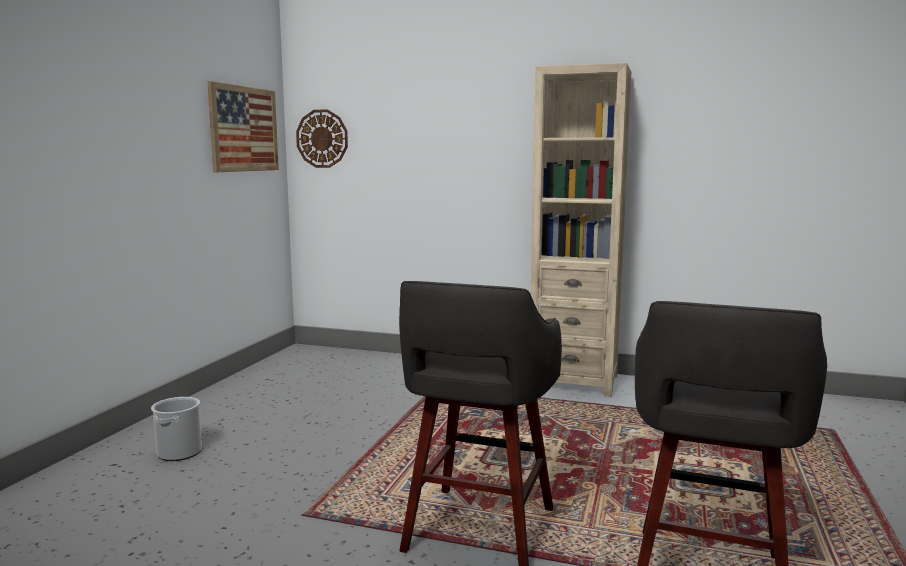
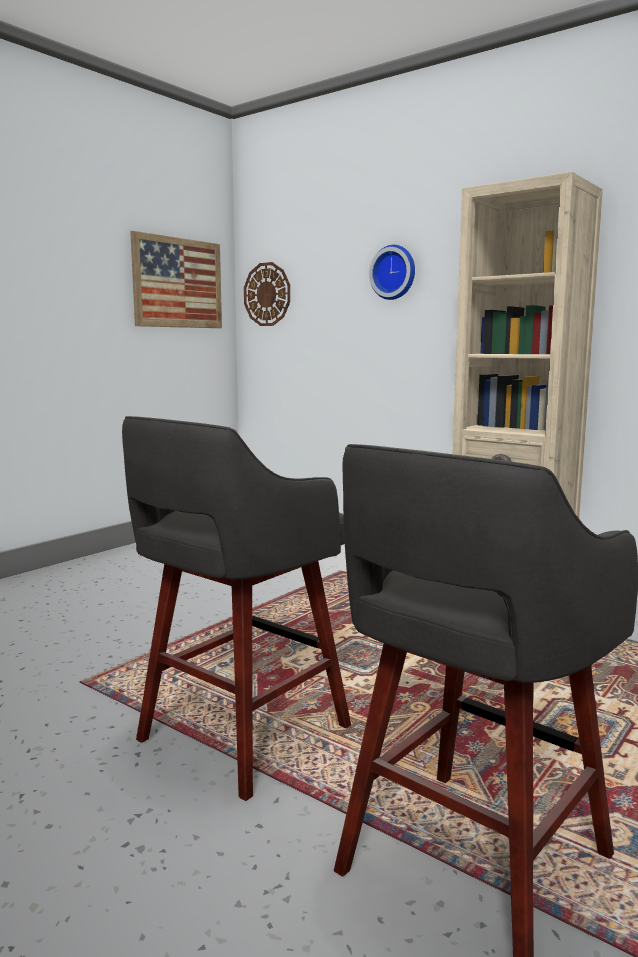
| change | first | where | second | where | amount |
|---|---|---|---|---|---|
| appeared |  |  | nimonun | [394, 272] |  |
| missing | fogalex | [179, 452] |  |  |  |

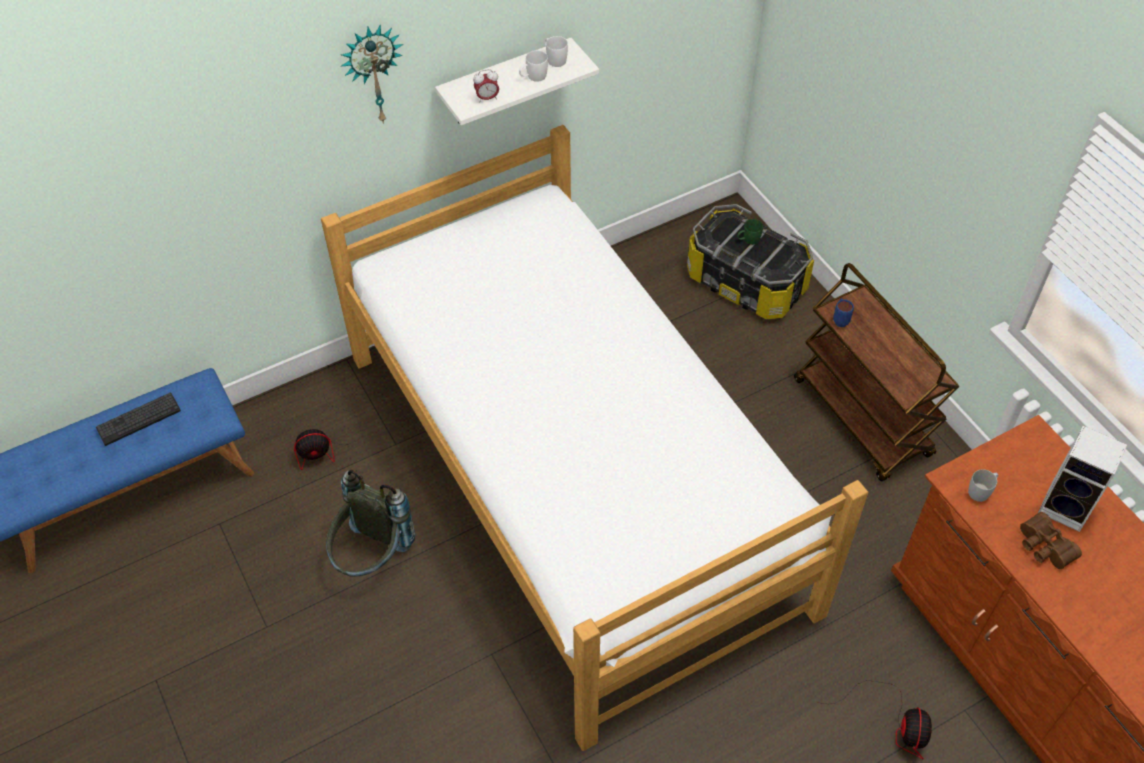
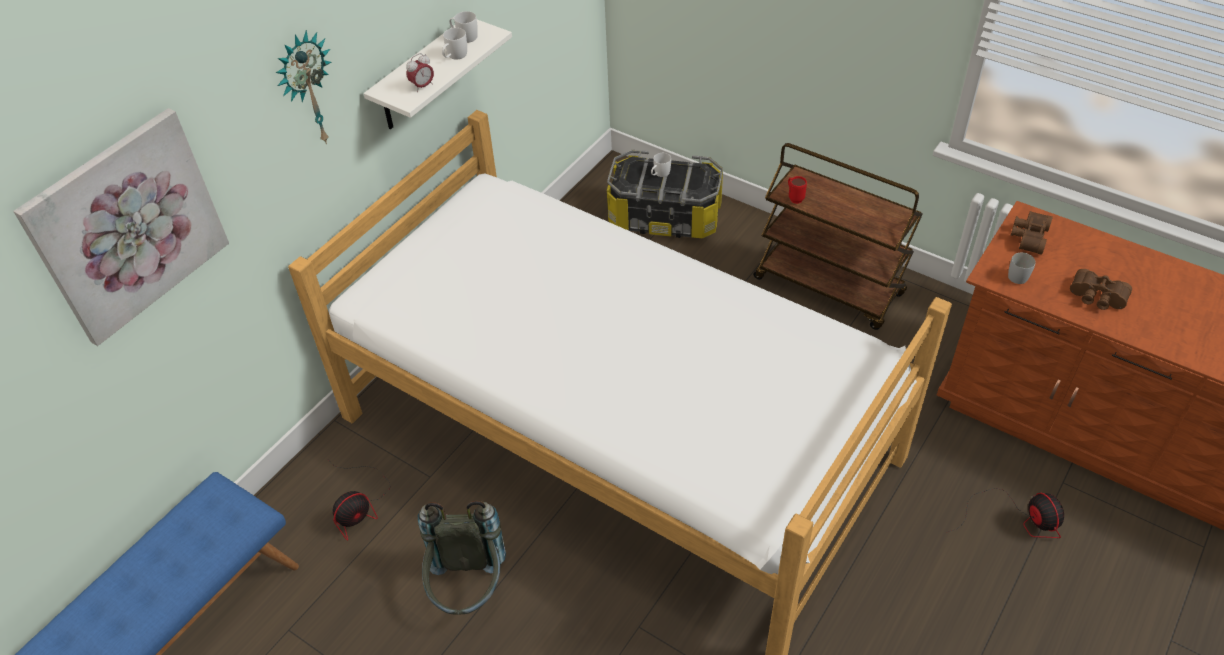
| change | first | where | second | where | amount |
|---|---|---|---|---|---|
| appeared |  |  | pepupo | [127, 226] |  |
| colour | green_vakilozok | [748, 240] | white_vakilozok | [659, 174] |  |
| colour | blue_vakilozok | [840, 319] | red_vakilozok | [794, 198] |  |
| appeared |  |  | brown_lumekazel | [1028, 237] |  |
| missing | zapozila | [138, 419] |  |  |  |
| missing | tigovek | [1067, 508] |  |  |  |

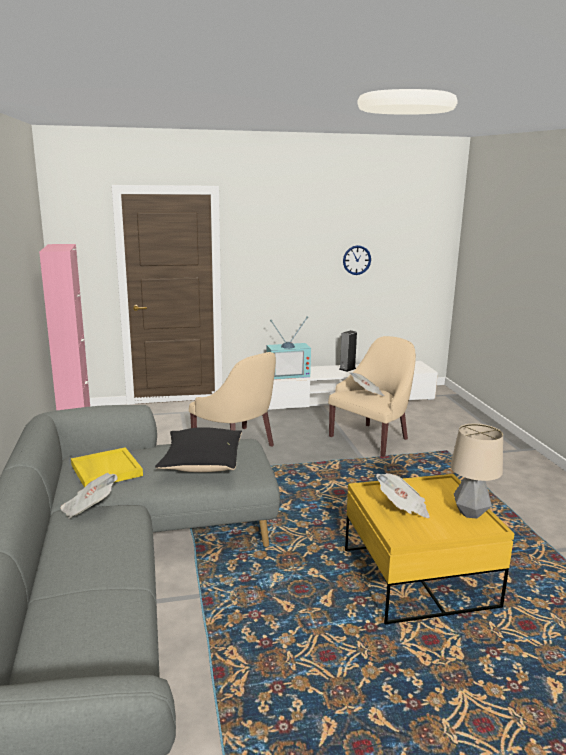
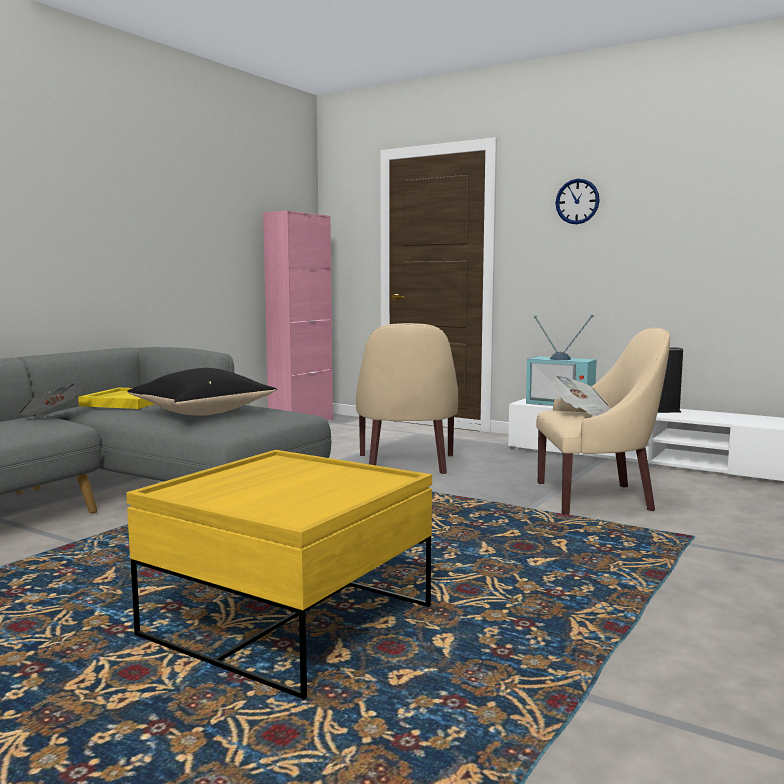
| change | first | where | second | where | amount |
|---|---|---|---|---|---|
| relocated | nimonun | [356, 260] |  | [577, 201] |  |
| missing | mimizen | [402, 508] |  |  |  |
| missing | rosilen | [471, 513] |  |  |  |

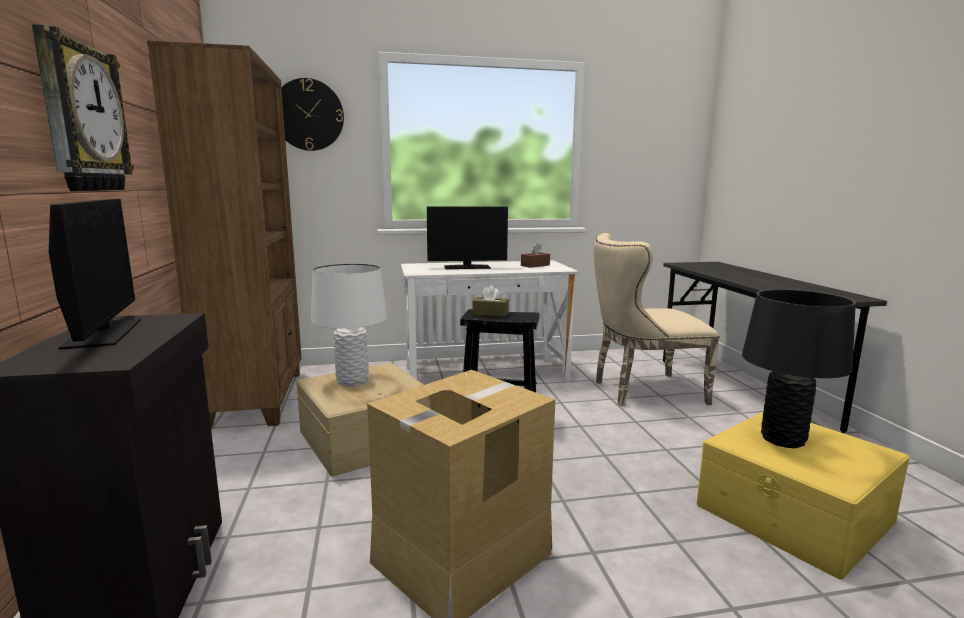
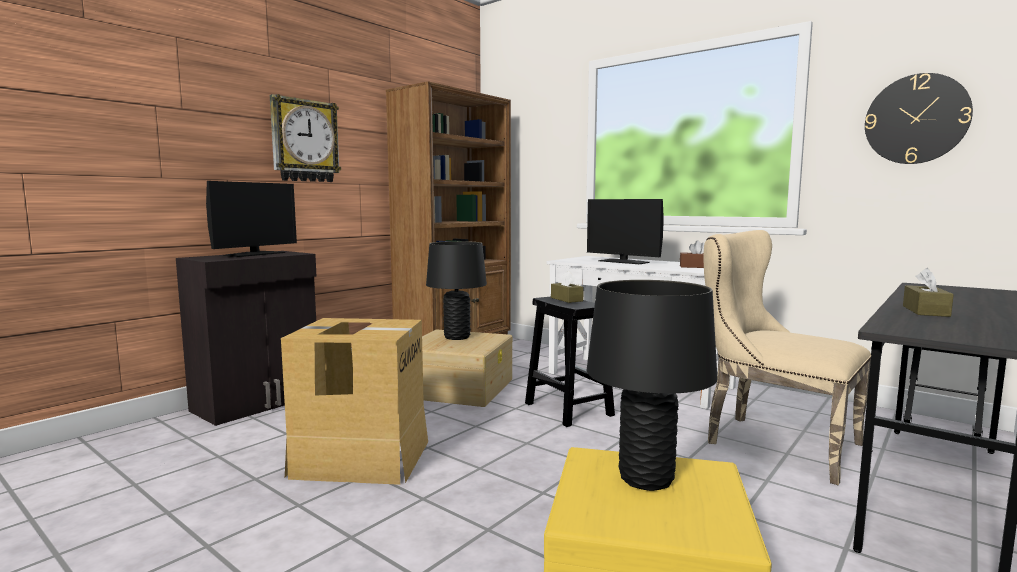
| change | first | where | second | where | amount |
|---|---|---|---|---|---|
| colour | white_rosilen | [353, 381] | black_rosilen | [457, 337] |  |
| relocated | nimonun | [308, 115] |  | [916, 119] |  |
| appeared |  |  | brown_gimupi | [925, 311] |  |

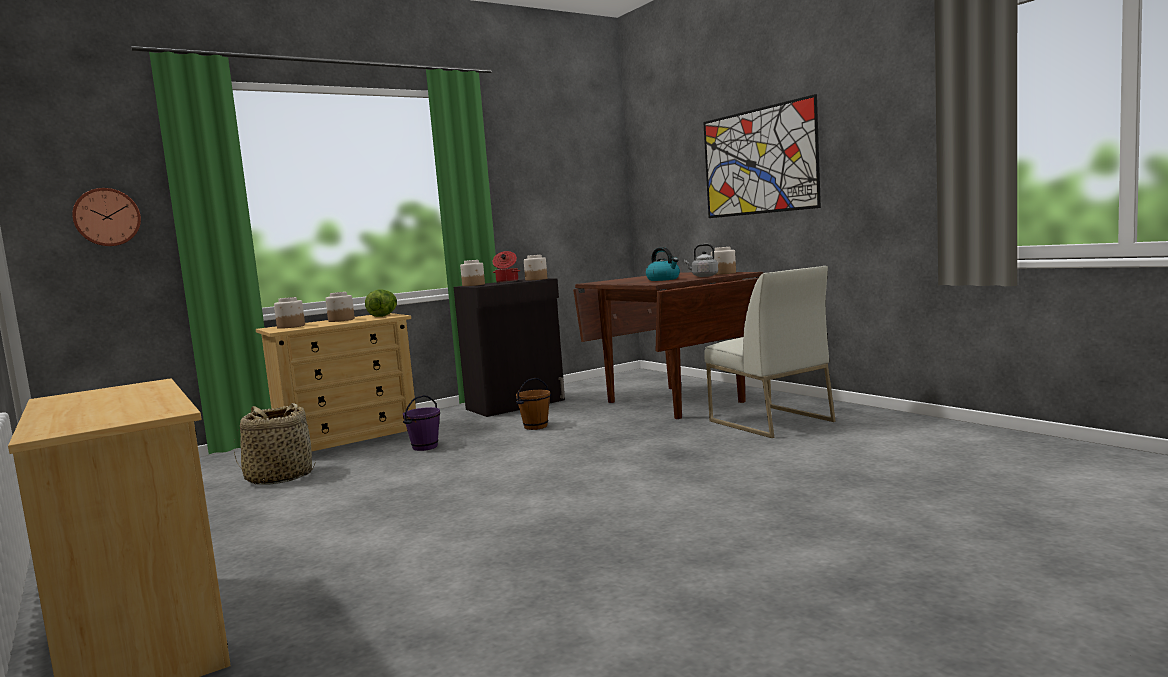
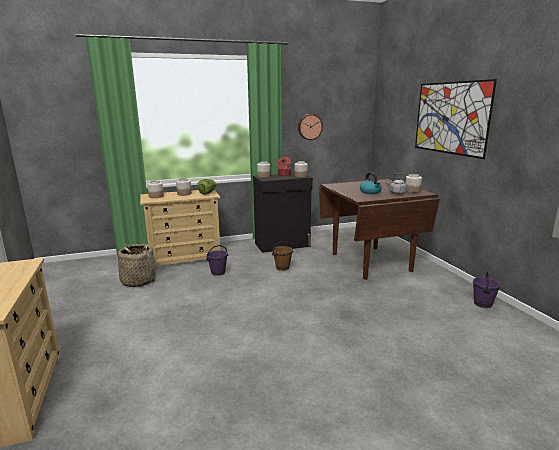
| change | first | where | second | where | amount |
|---|---|---|---|---|---|
| relocated | nimonun | [107, 217] |  | [309, 127] |  |
| appeared |  |  | purple_fogalex | [483, 304] |  |
| missing | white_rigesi | [769, 421] |  |  |  |

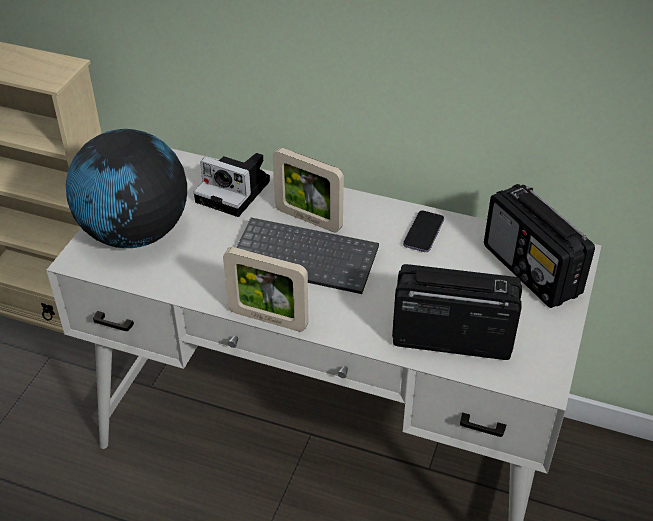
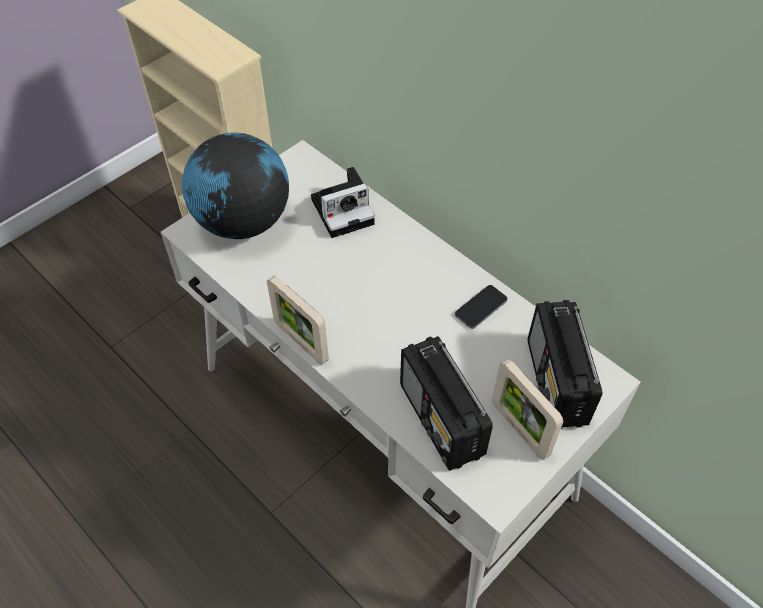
| change | first | where | second | where | amount |
|---|---|---|---|---|---|
| spun | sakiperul | [236, 192] |  | [344, 210] | 75 degrees counterclockwise |
| spun | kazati | [450, 338] |  | [441, 421] | 150 degrees counterclockwise |
| relocated | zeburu | [308, 219] |  | [519, 429] |  |
| missing | zapozila | [307, 257] |  |  |  |

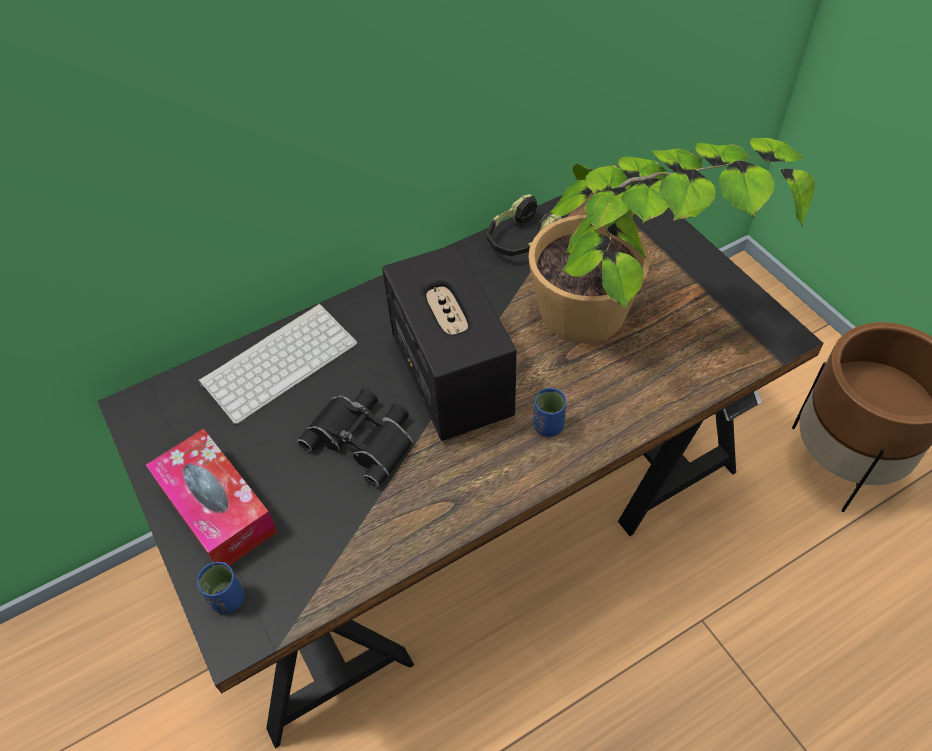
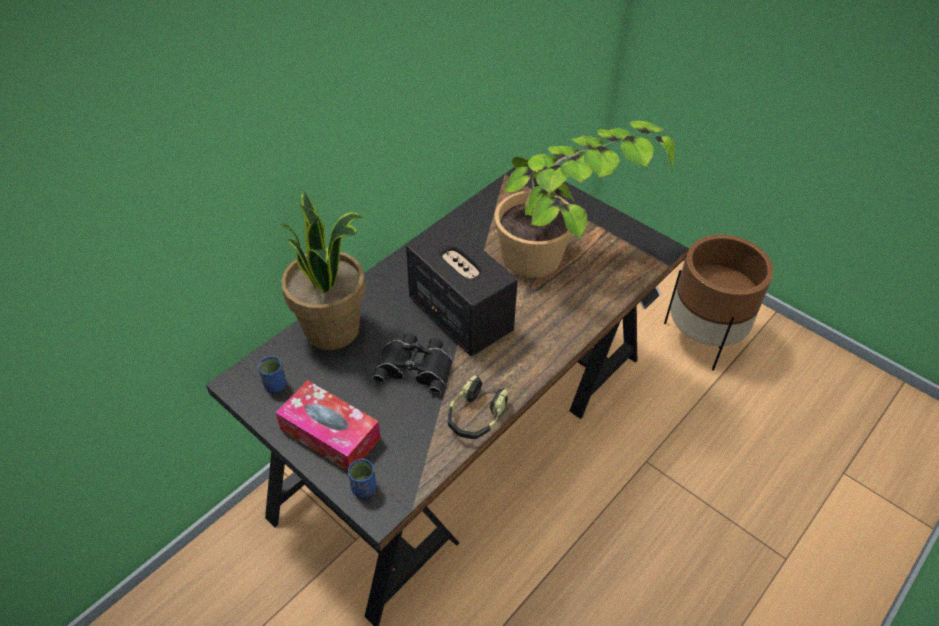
| change | first | where | second | where | amount |
|---|---|---|---|---|---|
| relocated | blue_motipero | [548, 426] |  | [275, 385] |  |
| exchanged | zapozila | [280, 360] | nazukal | [333, 329] |  |
| relocated | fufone | [521, 240] |  | [476, 417] |  |

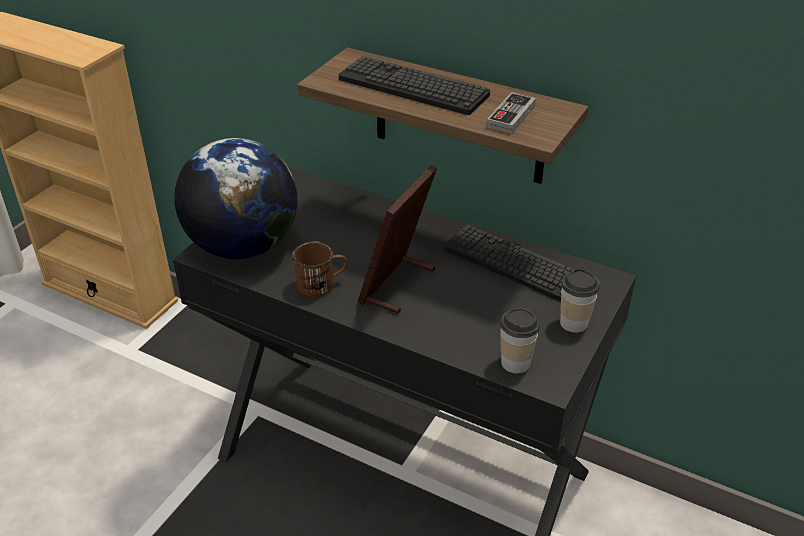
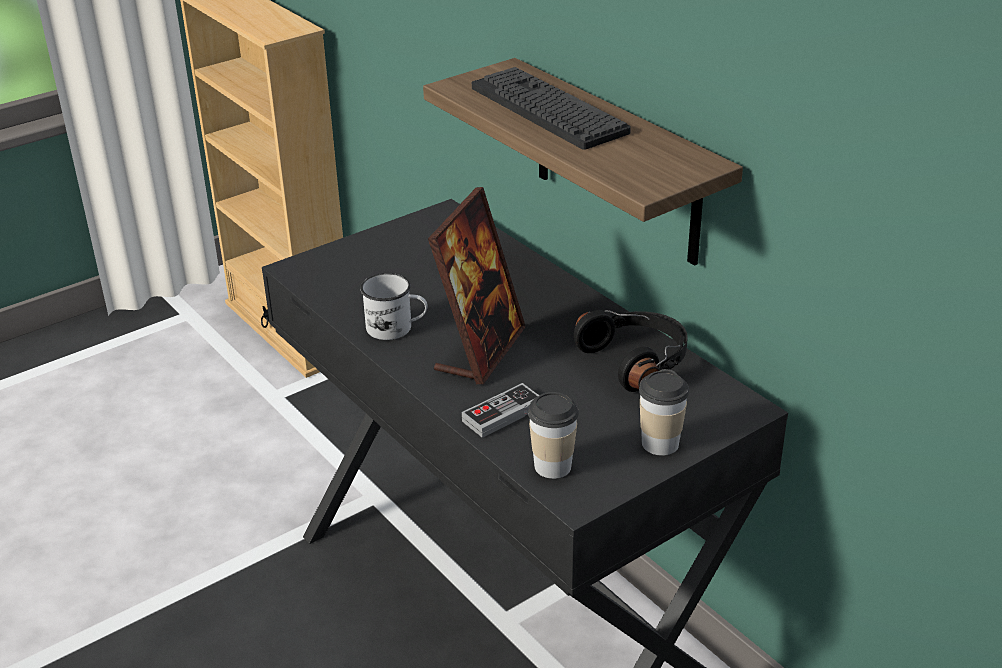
| change | first | where | second | where | amount |
|---|---|---|---|---|---|
| colour | brown_vakilozok | [321, 284] | white_vakilozok | [396, 328] |  |
| spun | zeburu | [397, 285] |  | [480, 350] | 150 degrees clockwise |
| relocated | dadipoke | [511, 116] |  | [502, 414] |  |
| exchanged | zapozila | [513, 263] | black_fufone | [637, 361] |  |
| missing | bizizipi | [243, 246] |  |  |  |

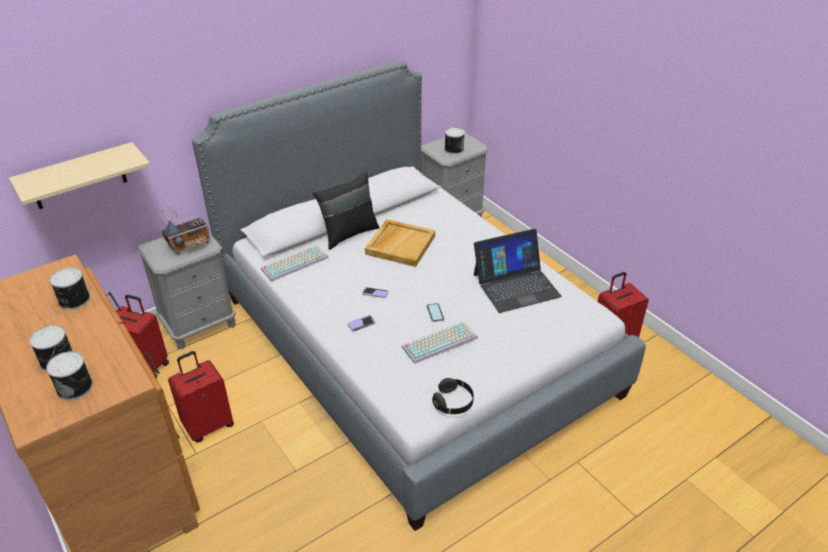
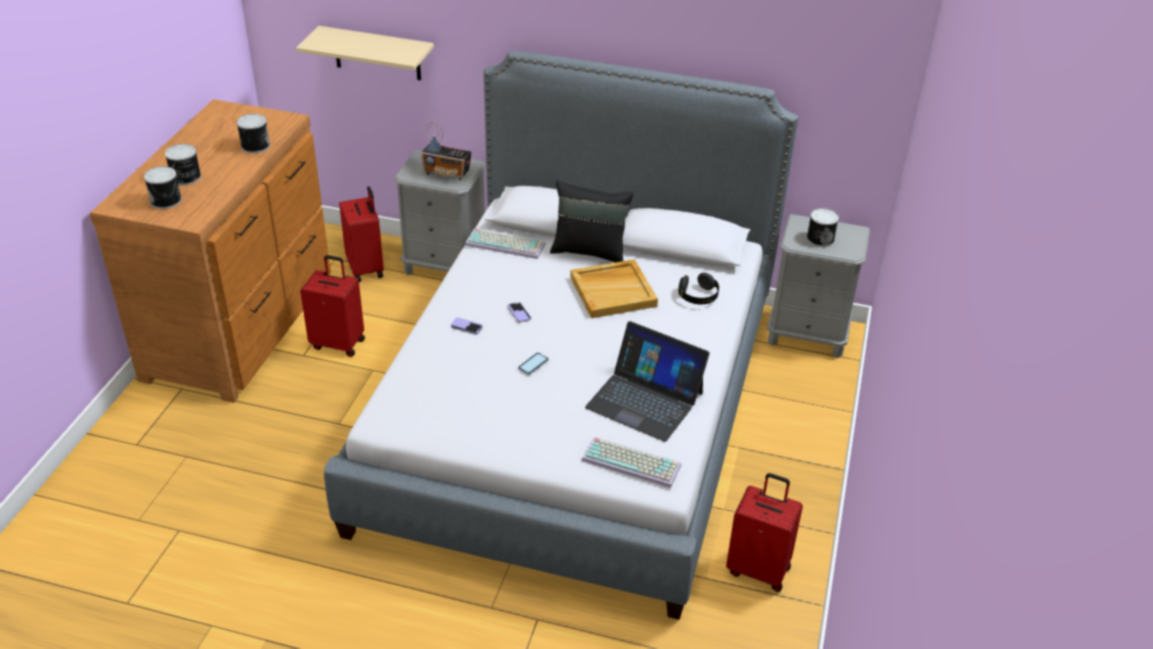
| change | first | where | second | where | amount |
|---|---|---|---|---|---|
| relocated | zapozila | [440, 341] |  | [633, 462] |  |
| relocated | black_fufone | [453, 403] |  | [698, 296] |  |

